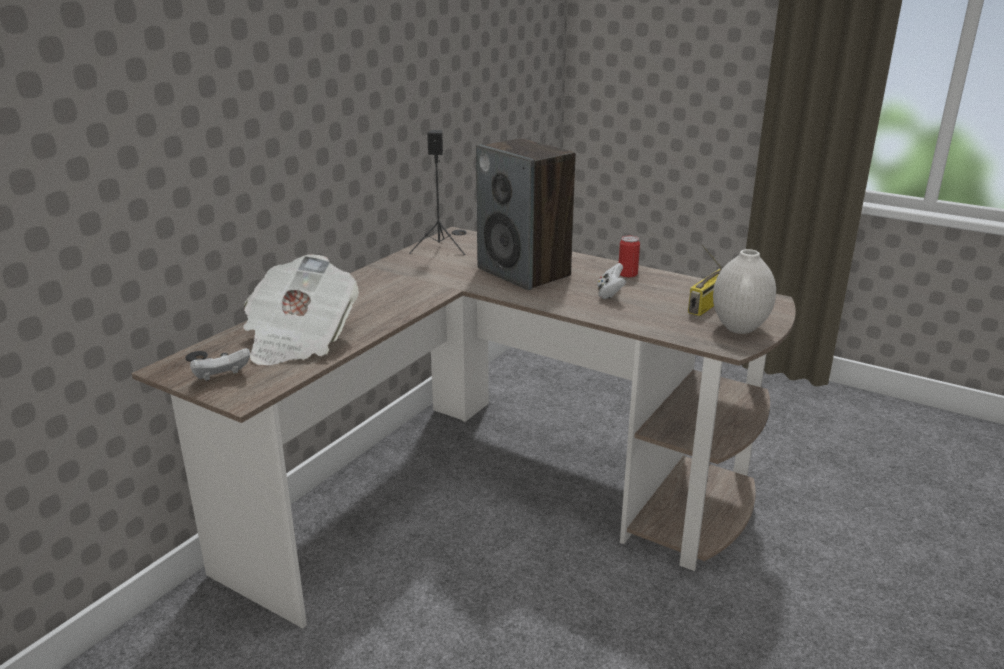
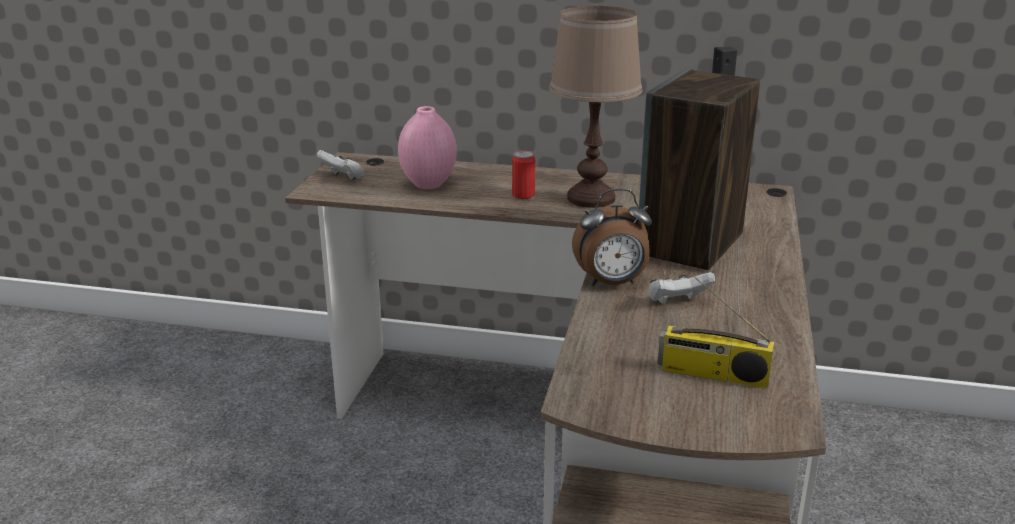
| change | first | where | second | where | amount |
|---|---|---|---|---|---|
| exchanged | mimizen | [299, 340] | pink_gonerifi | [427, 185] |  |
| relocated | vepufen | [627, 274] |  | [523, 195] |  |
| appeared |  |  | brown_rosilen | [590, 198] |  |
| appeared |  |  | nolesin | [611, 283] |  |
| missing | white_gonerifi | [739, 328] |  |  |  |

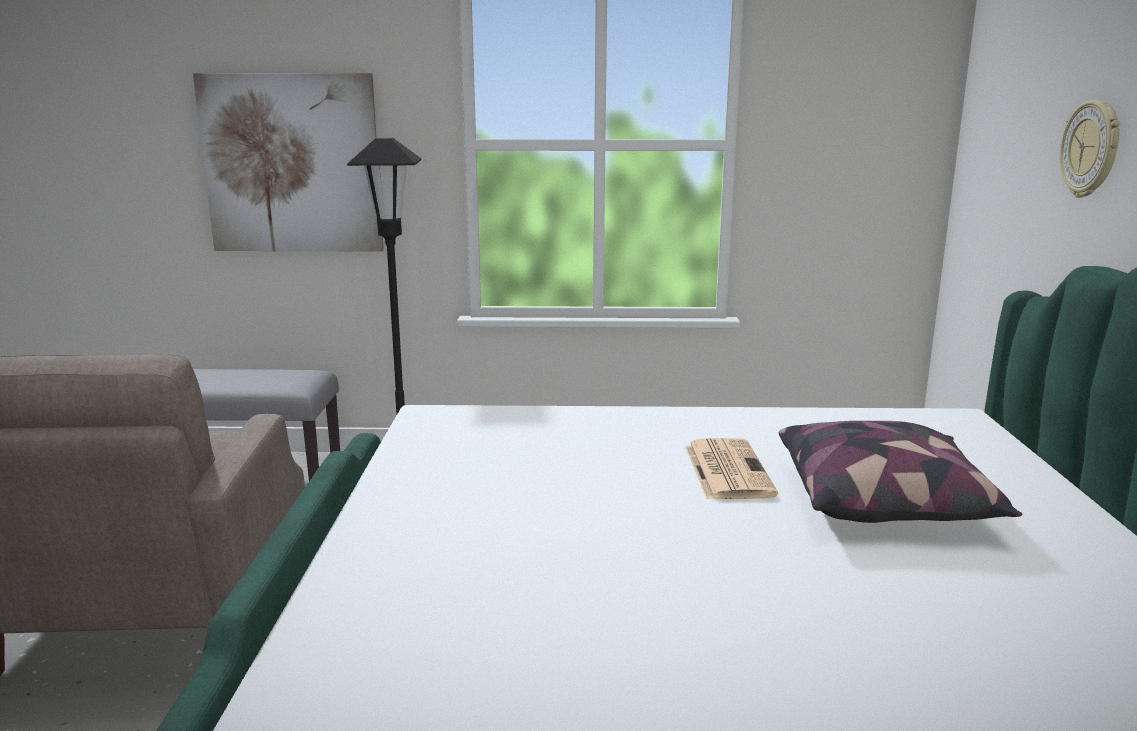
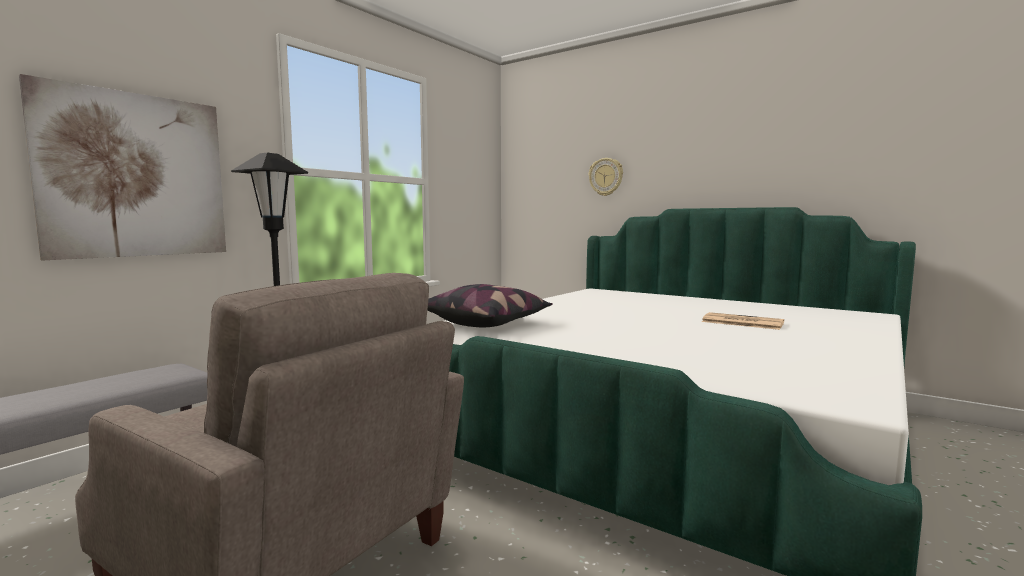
| change | first | where | second | where | amount |
|---|---|---|---|---|---|
| relocated | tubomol | [885, 502] |  | [487, 323] |  |
| relocated | mimizen | [726, 469] |  | [741, 322] |  |

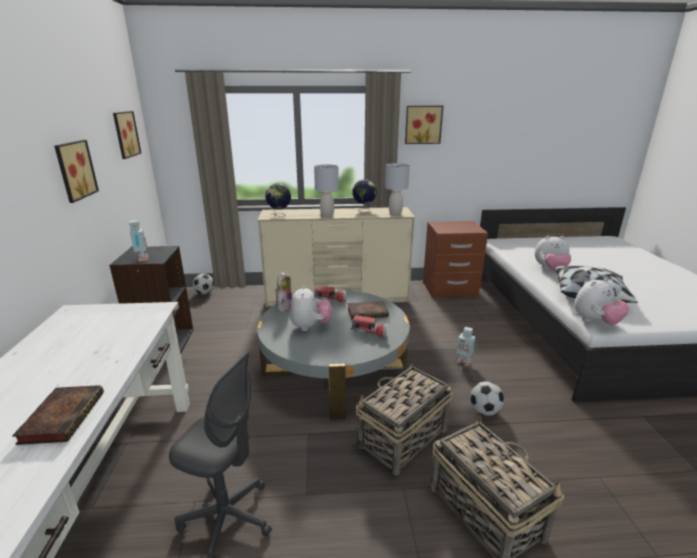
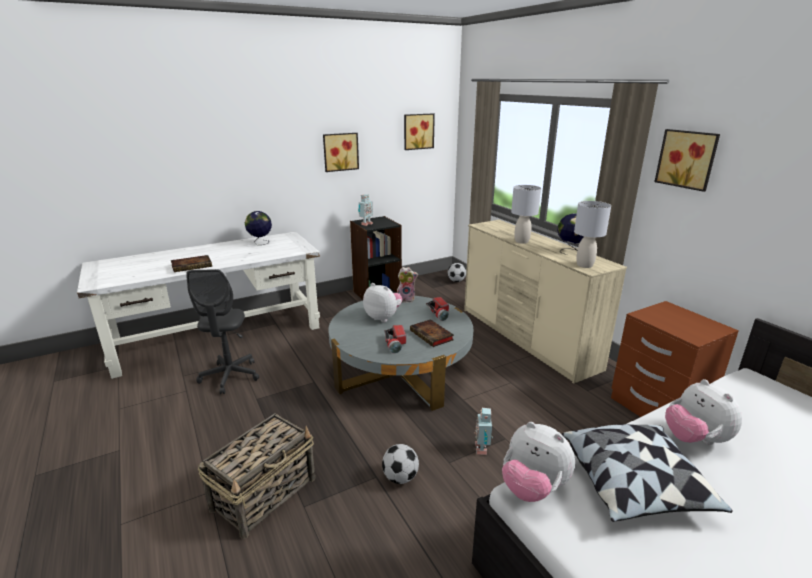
| change | first | where | second | where | amount |
|---|---|---|---|---|---|
| relocated | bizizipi | [279, 215] |  | [260, 243] |  |
| spun | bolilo | [310, 327] |  | [383, 317] | 120 degrees counterclockwise |
| missing | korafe | [402, 438] |  |  |  |

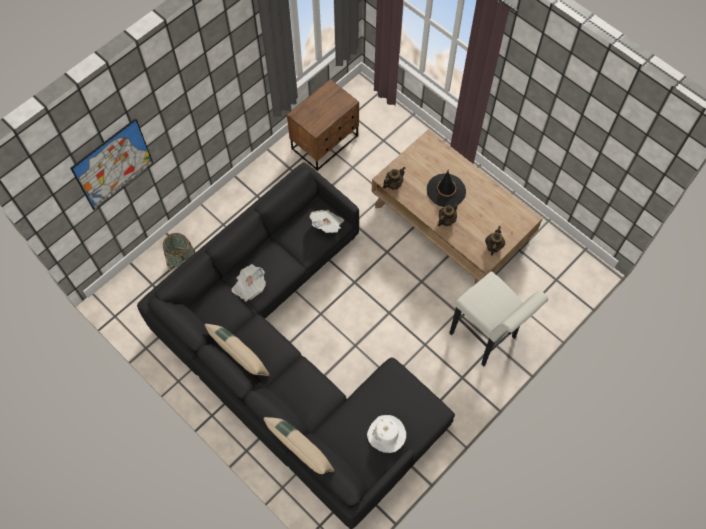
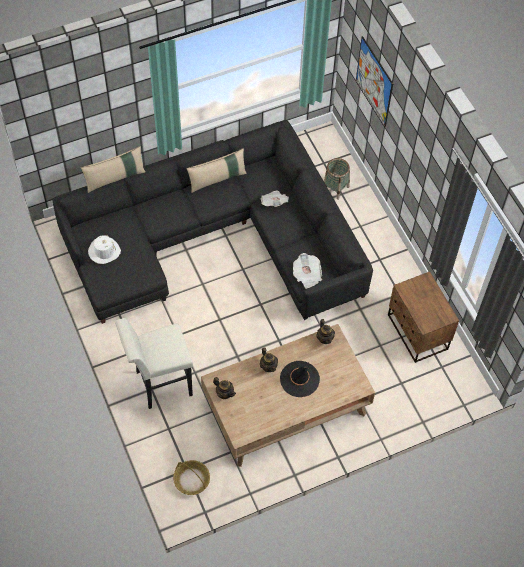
| change | first | where | second | where | amount |
|---|---|---|---|---|---|
| appeared |  |  | korafe | [191, 480] |  |

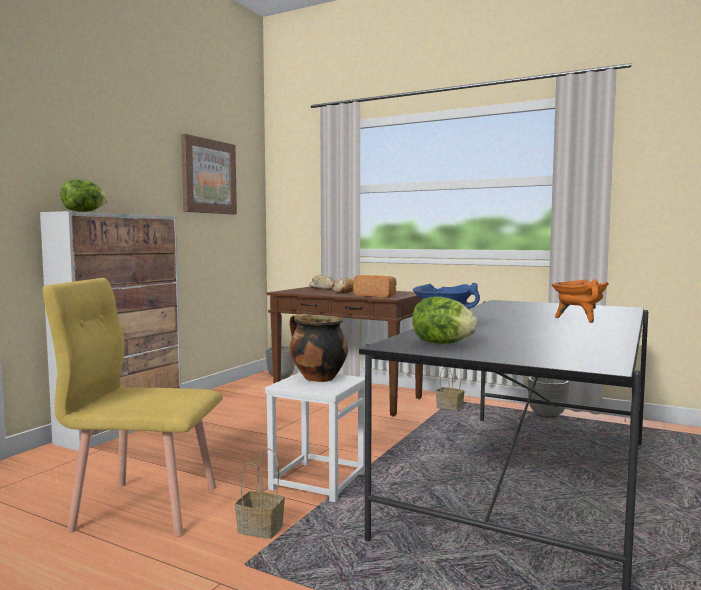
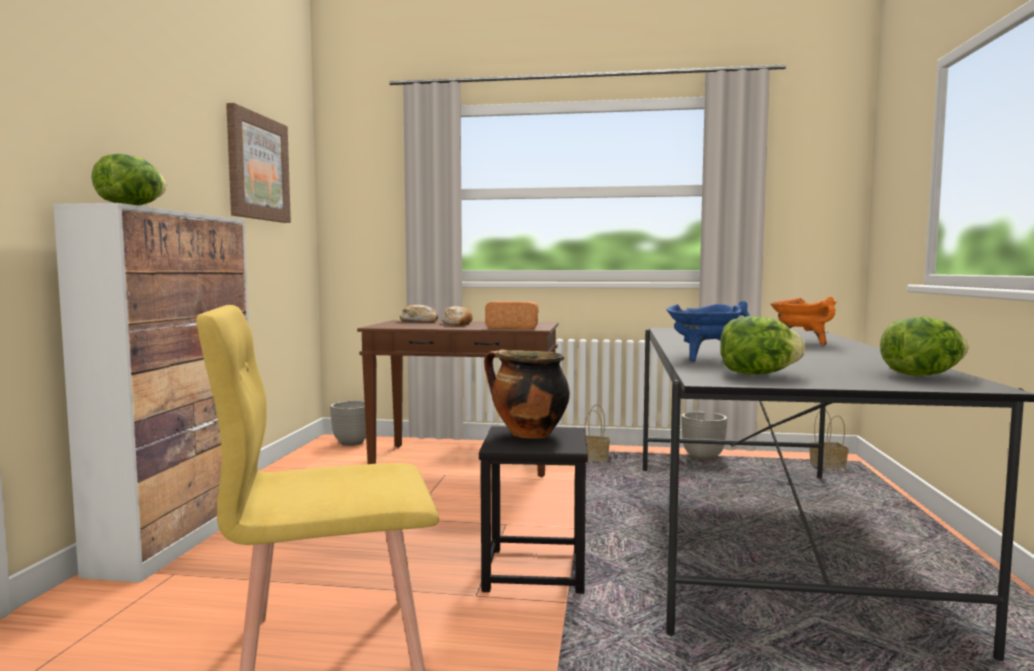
| change | first | where | second | where | amount |
|---|---|---|---|---|---|
| colour | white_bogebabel | [317, 481] | black_bogebabel | [533, 570] |  |
| relocated | korafe | [262, 528] |  | [828, 466] |  |
| appeared |  |  | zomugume | [921, 375] |  |

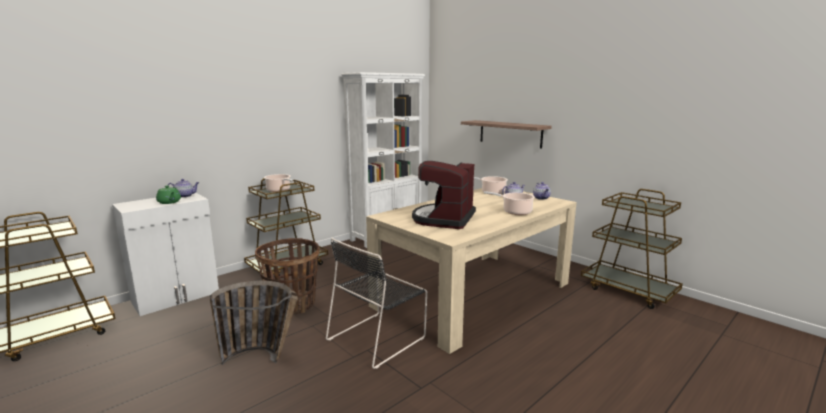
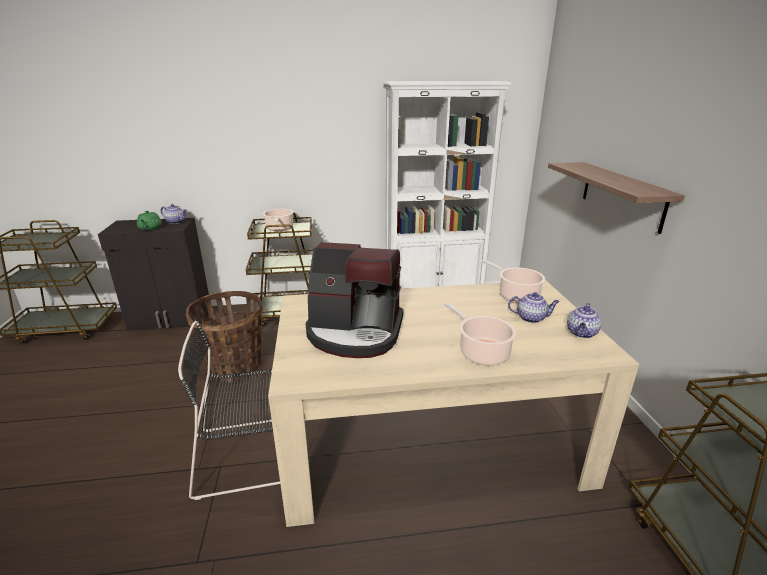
| change | first | where | second | where | amount |
|---|---|---|---|---|---|
| colour | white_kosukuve | [176, 297] | black_kosukuve | [171, 319] |  |
| spun | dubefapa | [444, 219] |  | [355, 332] | 135 degrees counterclockwise |
| missing | korafe | [264, 358] |  |  |  |

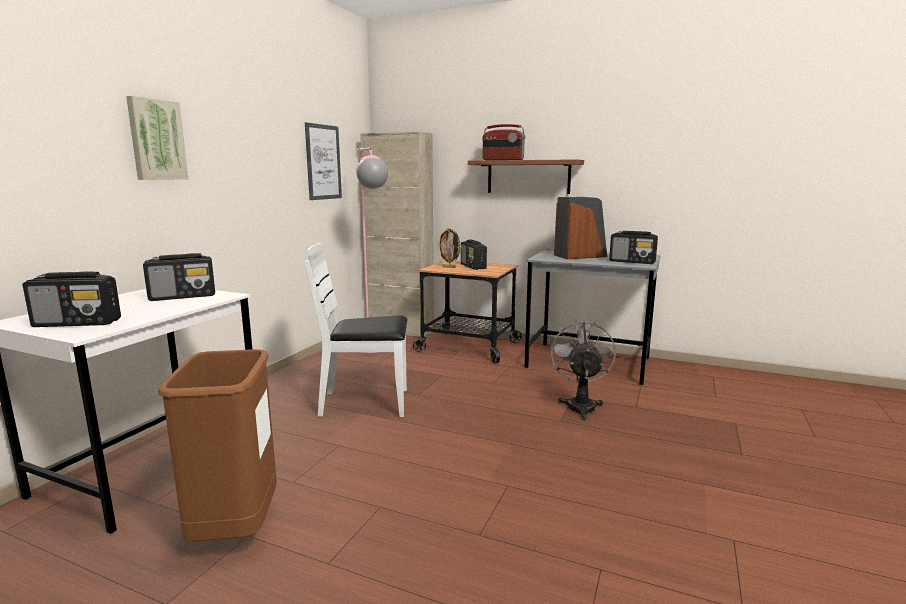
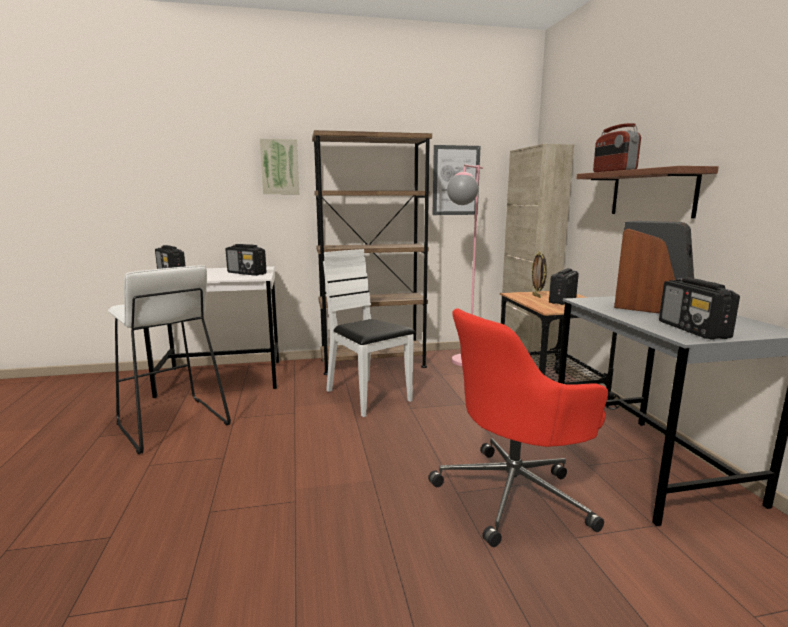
| change | first | where | second | where | amount |
|---|---|---|---|---|---|
| exchanged | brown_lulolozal | [236, 530] | white_bogebabel | [171, 424] |  |
| appeared |  |  | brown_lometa | [373, 363] |  |
| exchanged | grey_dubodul | [580, 405] | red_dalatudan | [514, 494] |  |

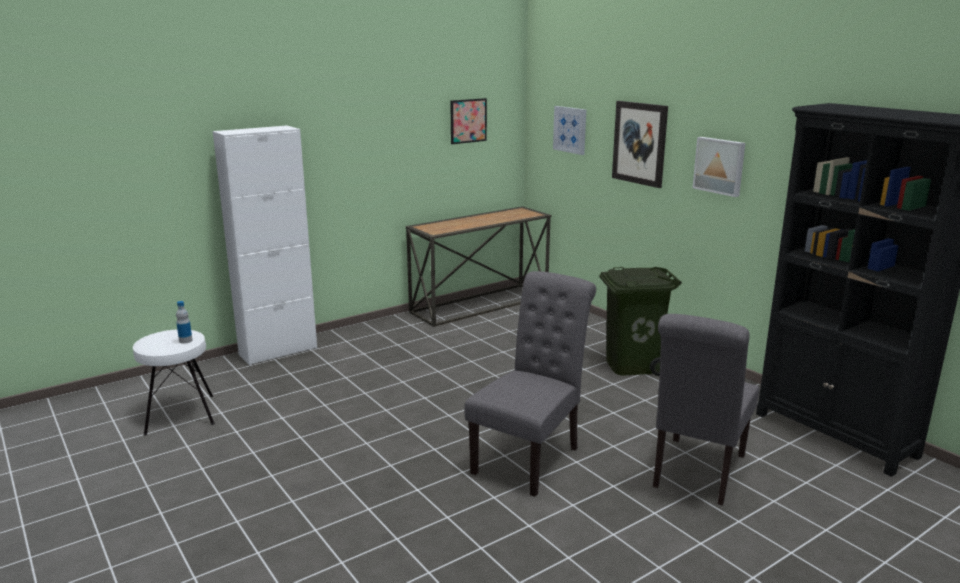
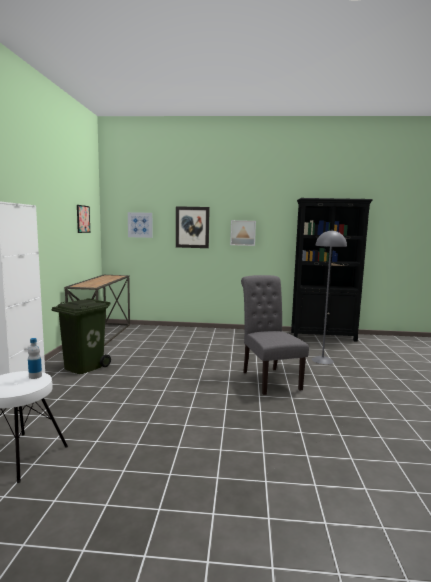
| change | first | where | second | where | amount |
|---|---|---|---|---|---|
| relocated | green_lulolozal | [631, 365] |  | [83, 366] |  |
| exchanged | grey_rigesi | [696, 474] | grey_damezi | [322, 360] |  |

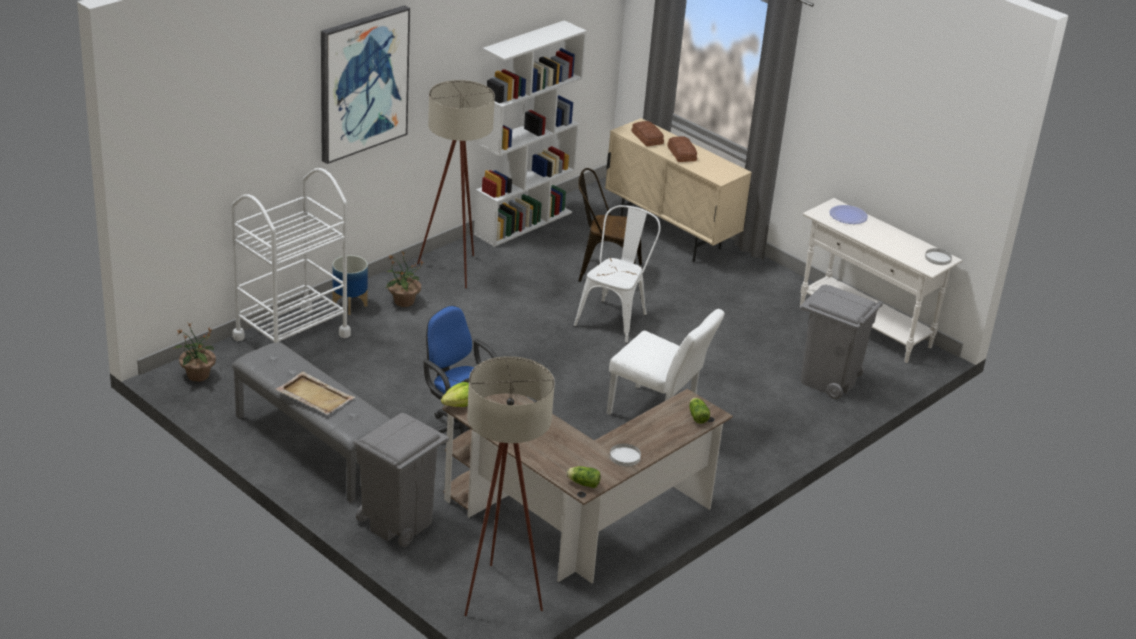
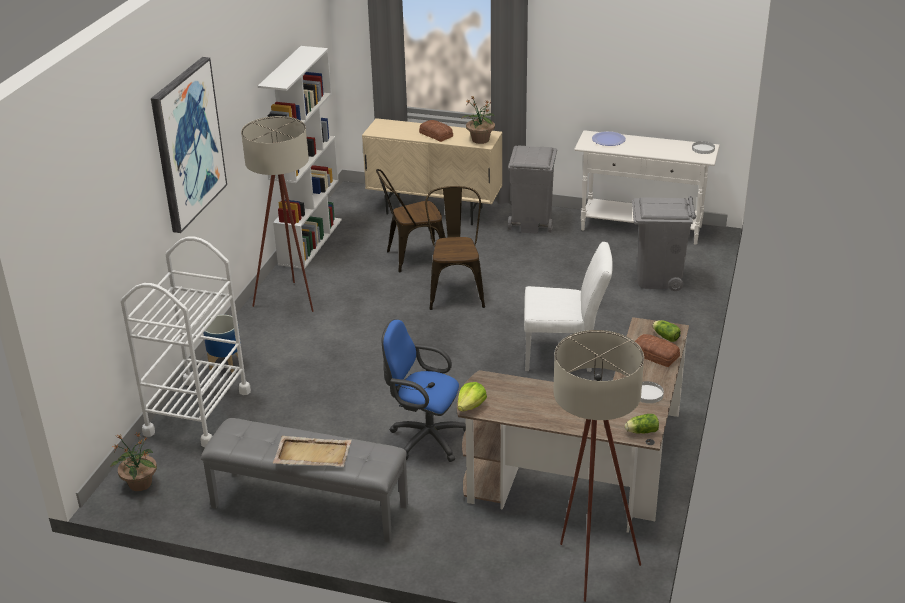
| change | first | where | second | where | amount |
|---|---|---|---|---|---|
| colour | white_rigesi | [615, 318] | brown_rigesi | [455, 290] |  |
| relocated | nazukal | [403, 302] |  | [480, 140] |  |
| relocated | grey_lulolozal | [397, 522] |  | [531, 223] |  |
| relocated | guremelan | [646, 138] |  | [655, 355] |  |

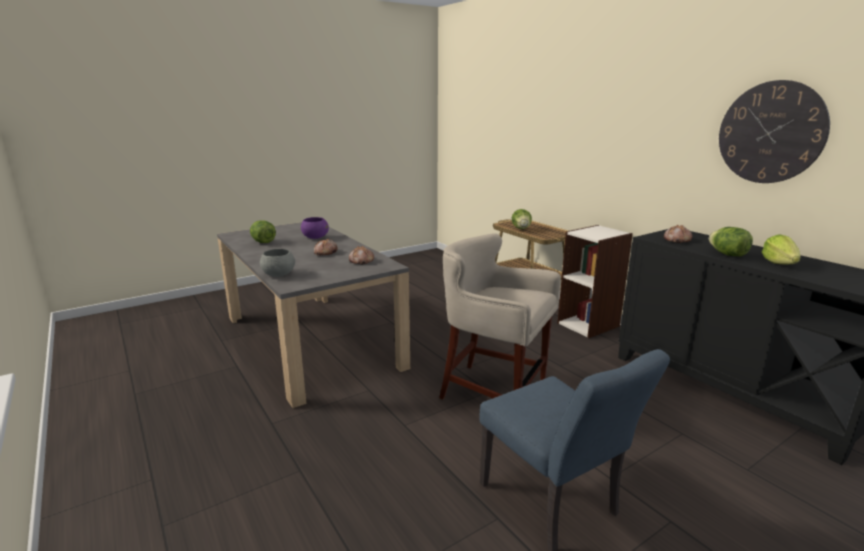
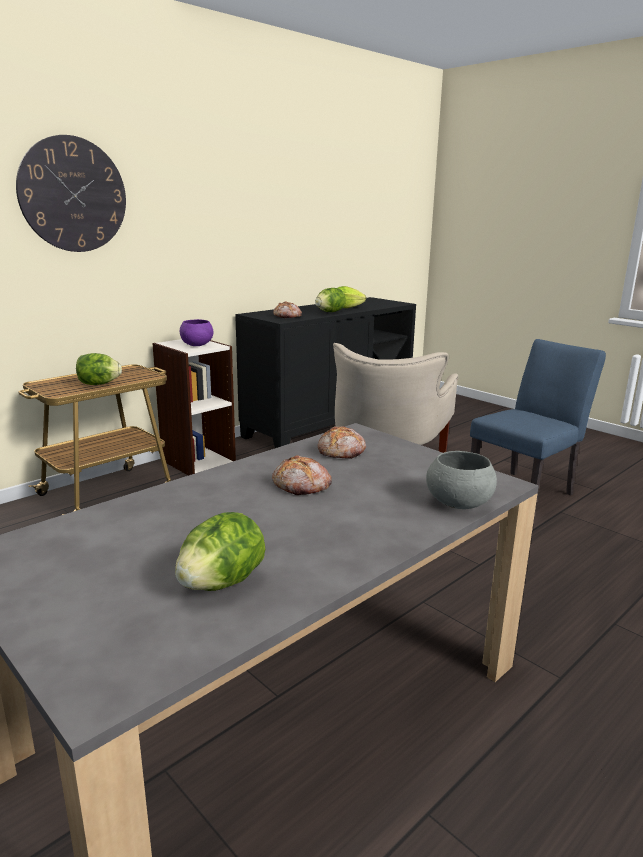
| change | first | where | second | where | amount |
|---|---|---|---|---|---|
| relocated | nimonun | [770, 132] |  | [73, 195] |  |
| relocated | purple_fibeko | [315, 237] |  | [196, 345] |  |

